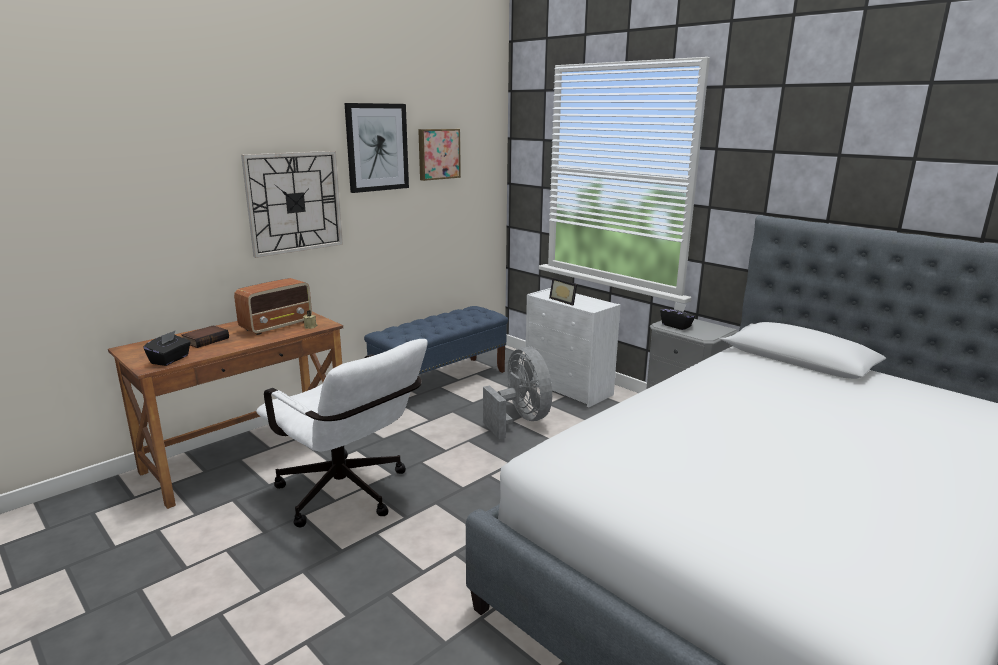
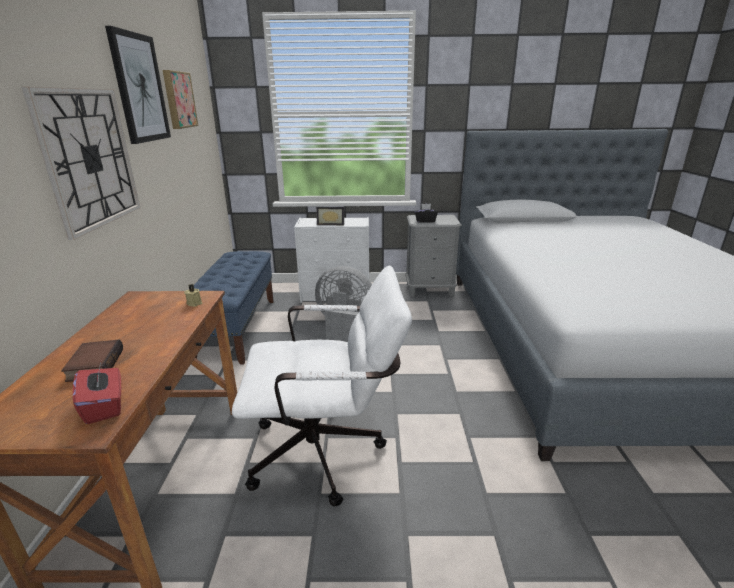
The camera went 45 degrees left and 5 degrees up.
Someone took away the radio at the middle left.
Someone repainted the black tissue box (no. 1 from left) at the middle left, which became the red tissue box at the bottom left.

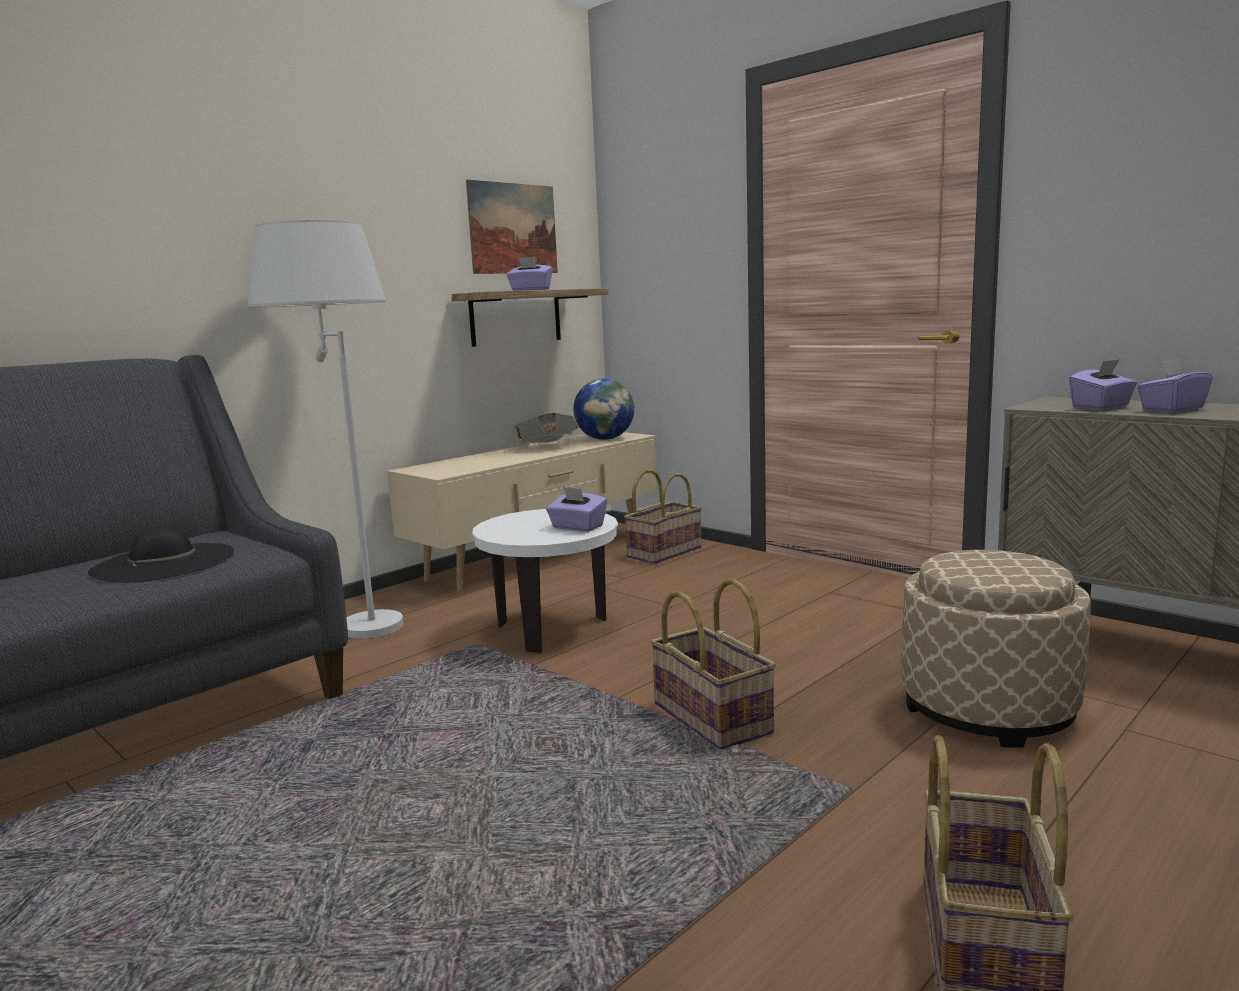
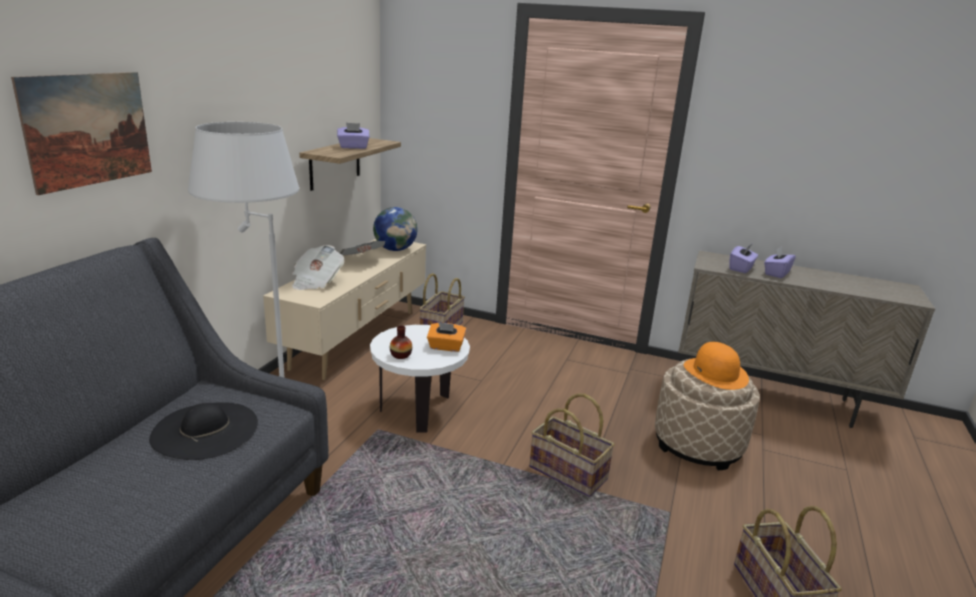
The camera went 25 degrees left and 10 degrees up.
Someone put down the newspaper (no. 1 from left) at the middle left.
Someone put down the vase at the centre.
Someone put down the orange hat at the middle right.
Someone carried the picture from the top centre to the top left.
Someone repainted the purple tissue box (no. 2 from left) at the centre, which became the orange tissue box at the centre.

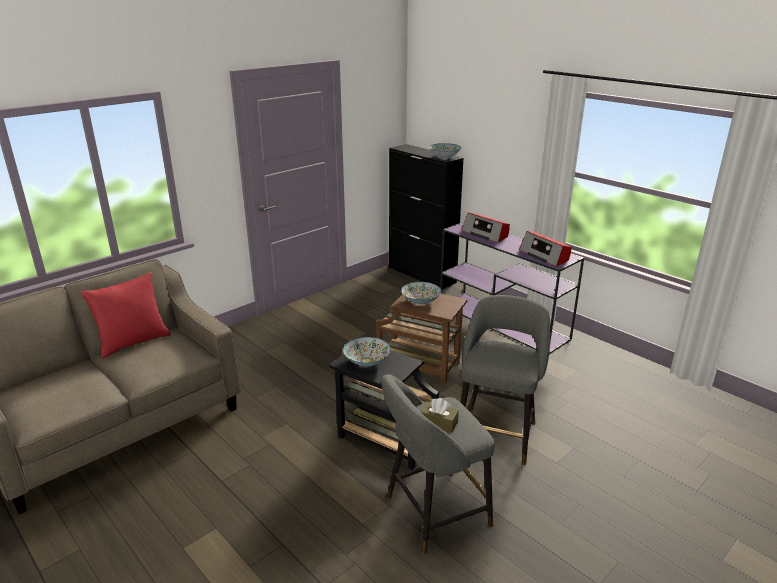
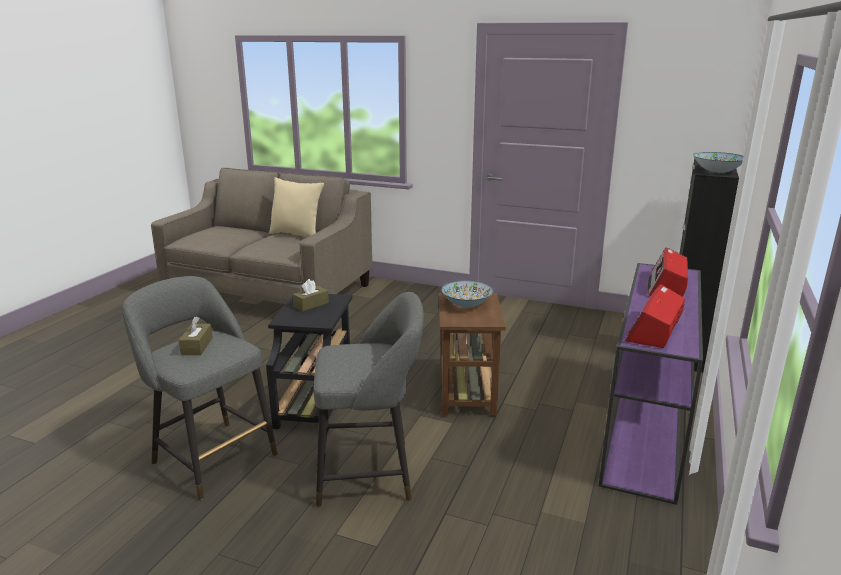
The camera went 65 degrees right and 5 degrees down.
Someone swapped the bowl (no. 1 from left) at the centre for the brown tissue box (no. 2 from left) at the centre.
Someone repainted the red pillow at the middle left, which became the beige pillow at the centre.

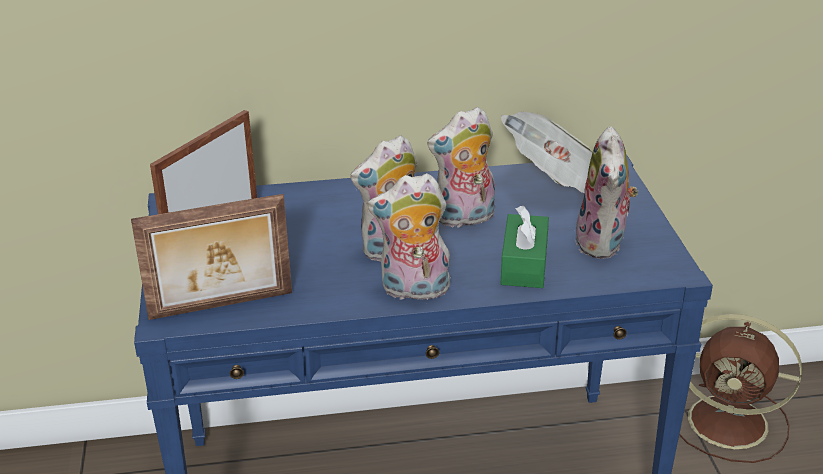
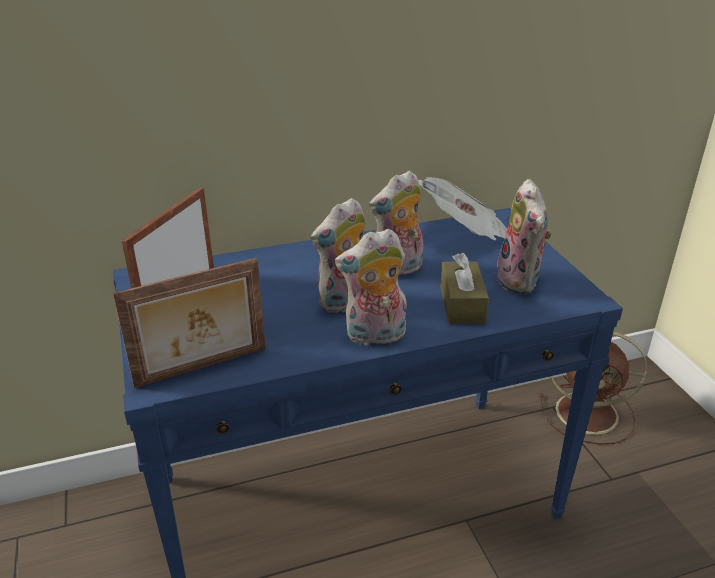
The camera went 10 degrees left and 0 degrees up.
Someone repainted the green tissue box at the centre, which became the brown tissue box at the centre.

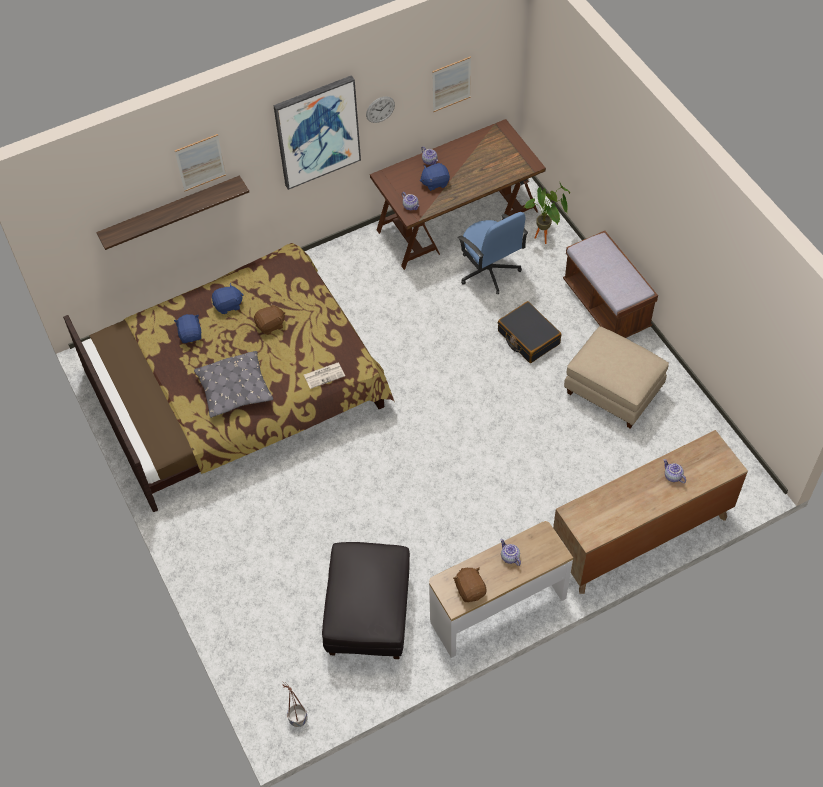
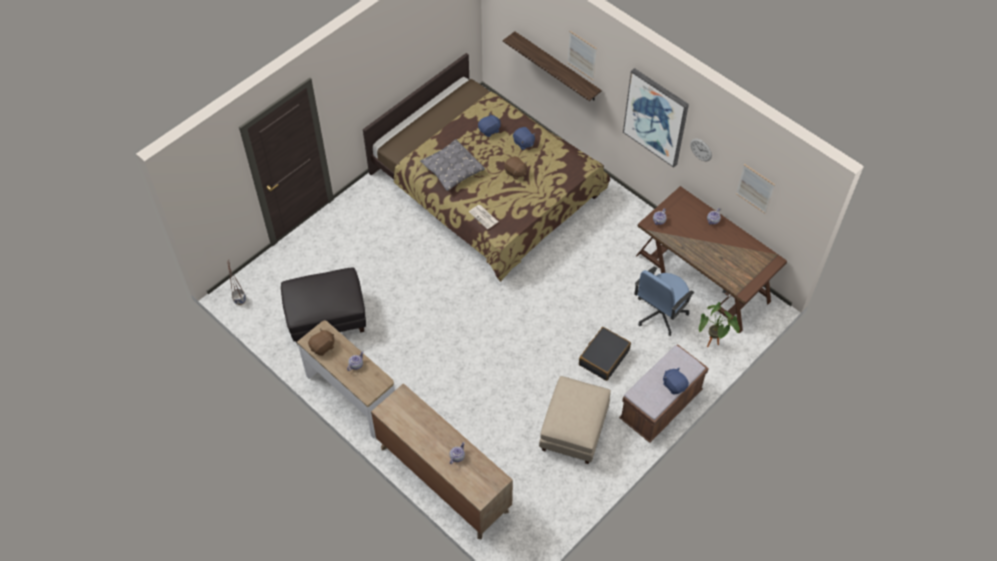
The camera went 70 degrees right and 0 degrees up.
Someone carried the blue plush toy (no. 3 from left) from the top centre to the bottom right.

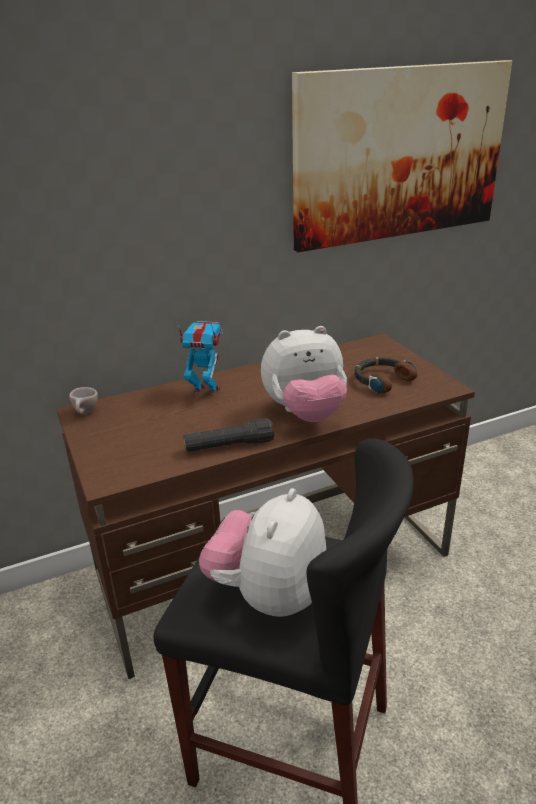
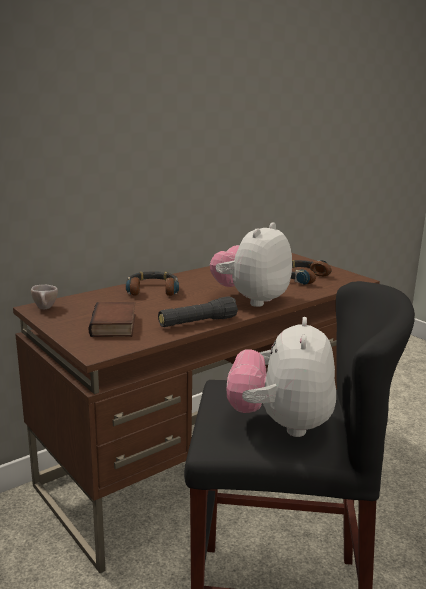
The camera went 15 degrees left and 10 degrees down.
Someone took away the picture at the top right.
Someone put down the book at the middle left.
Someone swapped the toy robot at the centre for the headphones (no. 1 from left) at the centre.
Someone rotated the plush toy (no. 2 from left in the first image) at the centre by 150 degrees clockwise.

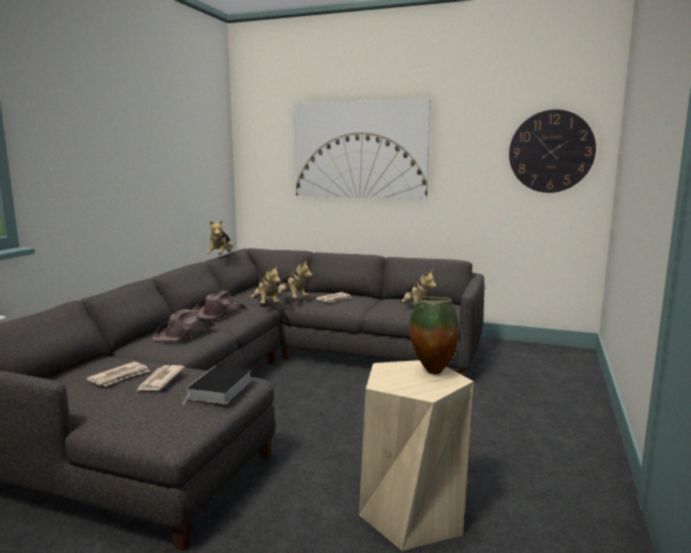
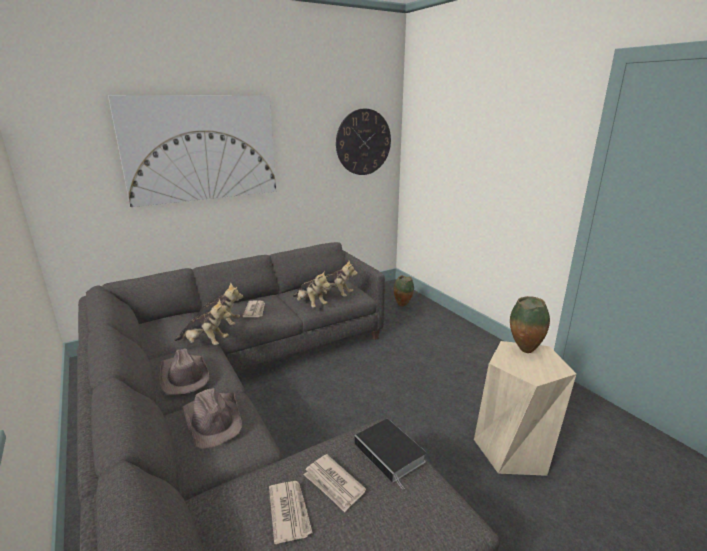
The camera went 50 degrees left and 10 degrees up.
Someone put down the vase (no. 1 from left) at the centre.
Someone carried the plush toy (no. 1 from left in the first image) from the middle left to the centre.

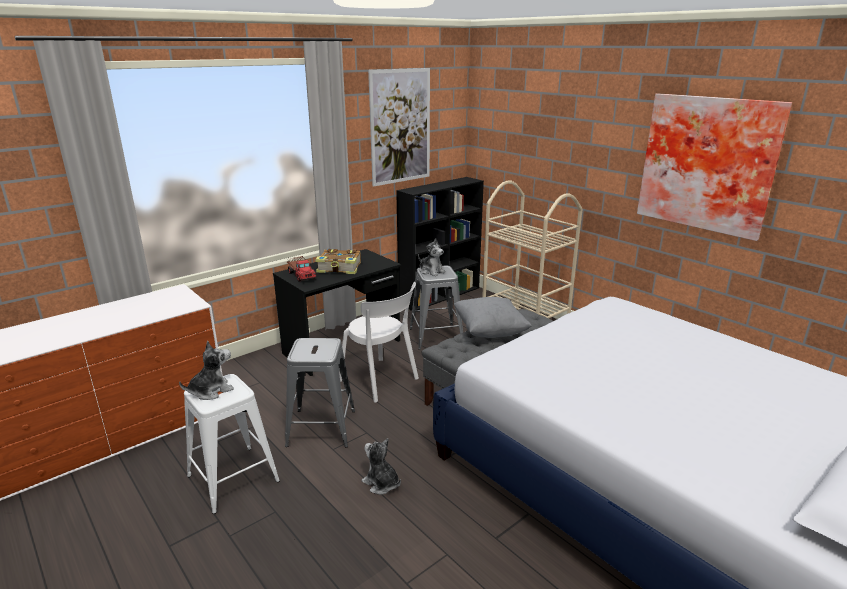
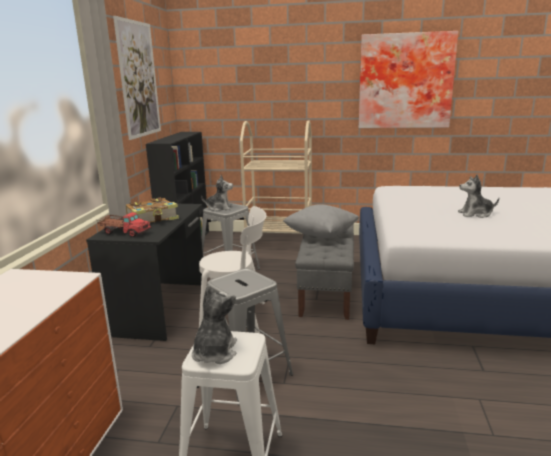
The camera went 40 degrees left and 5 degrees down.
Someone carried the plush toy (no. 2 from left in the first image) from the bottom centre to the middle right.

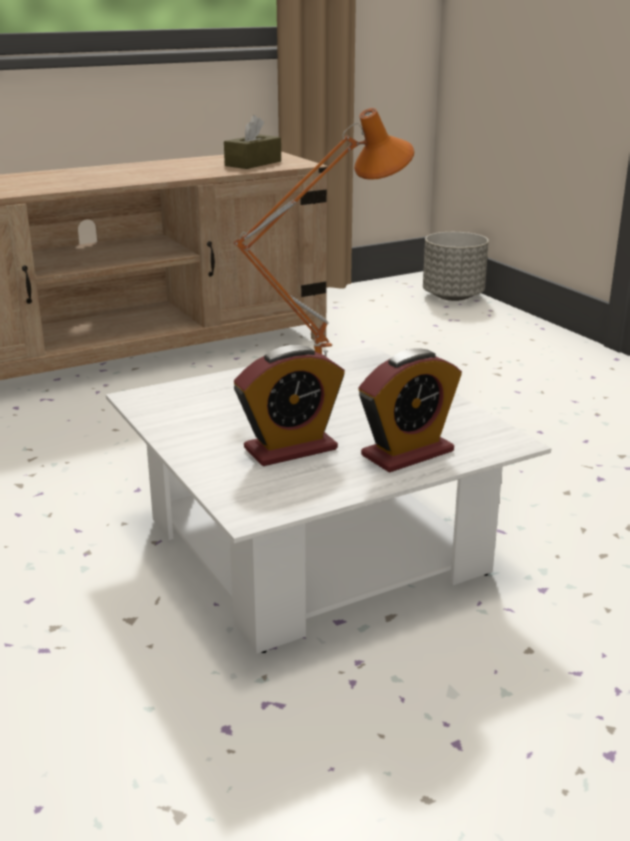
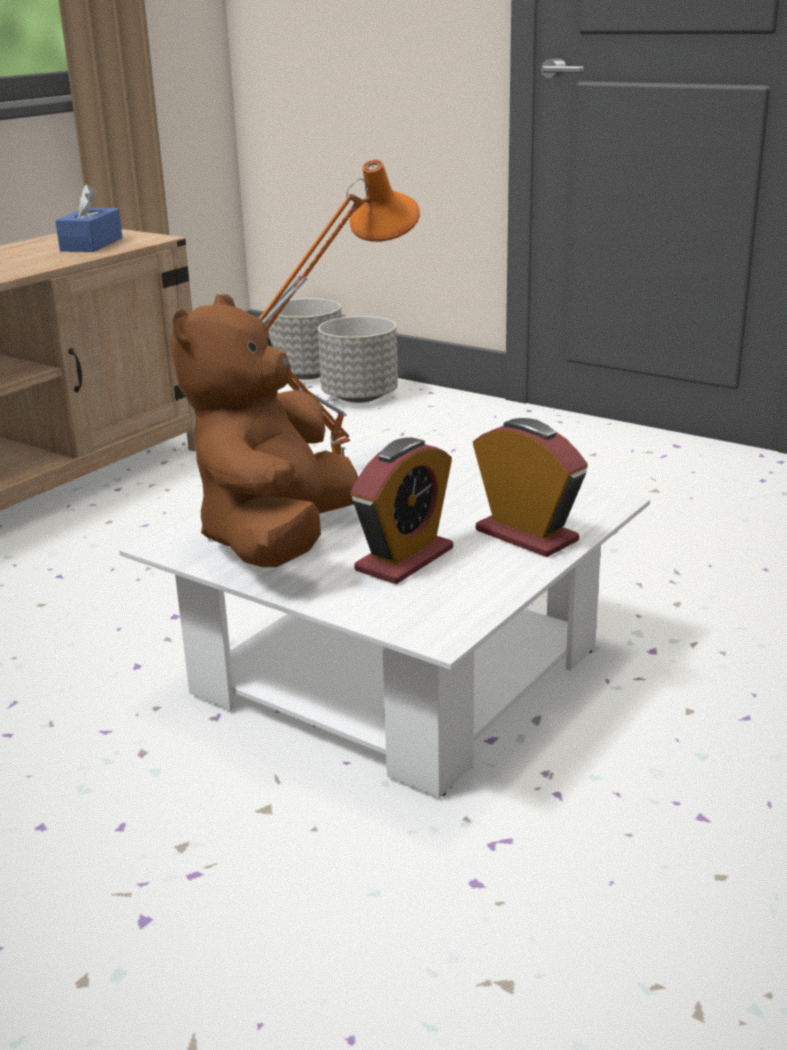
The camera went 25 degrees left and 0 degrees up.
Someone put down the brown plush toy at the centre.
Someone put down the grey planter (no. 2 from left) at the centre.
Someone repainted the brown tissue box at the top centre, which became the blue tissue box at the top left.
Someone rotated the alarm clock (no. 2 from left) at the centre by 75 degrees counterclockwise.

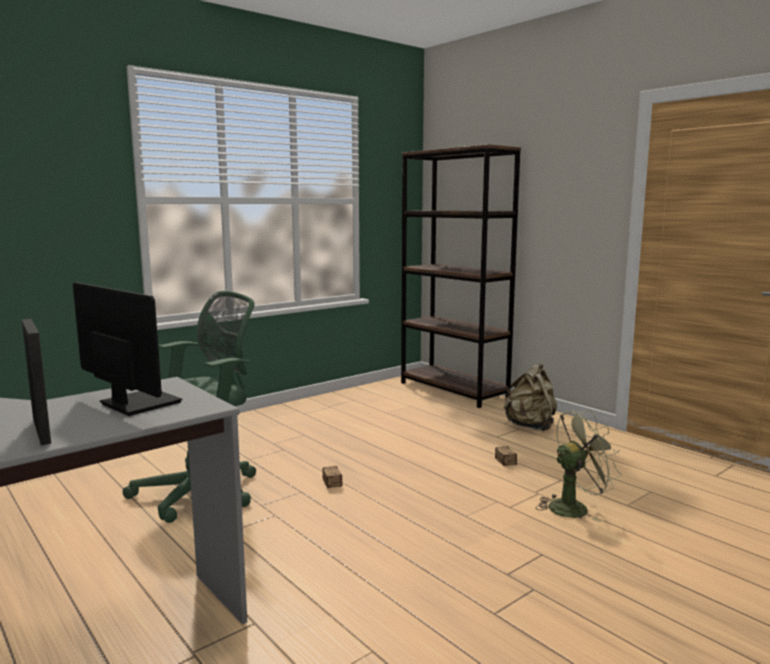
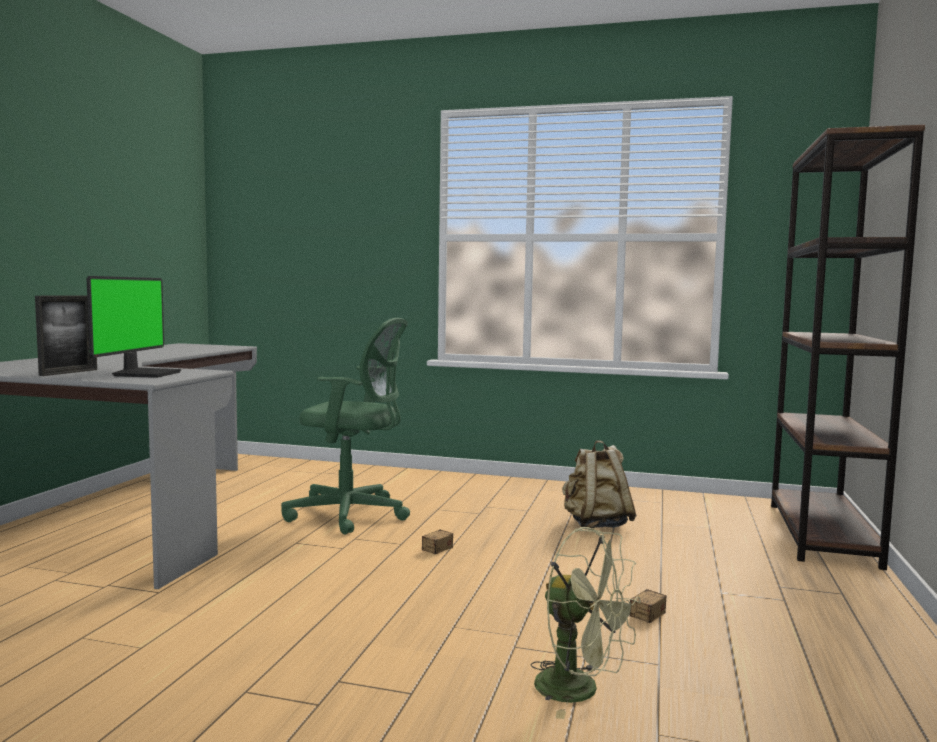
The camera went 55 degrees right and 5 degrees down.
Someone carried the beige backpack from the middle right to the centre.

